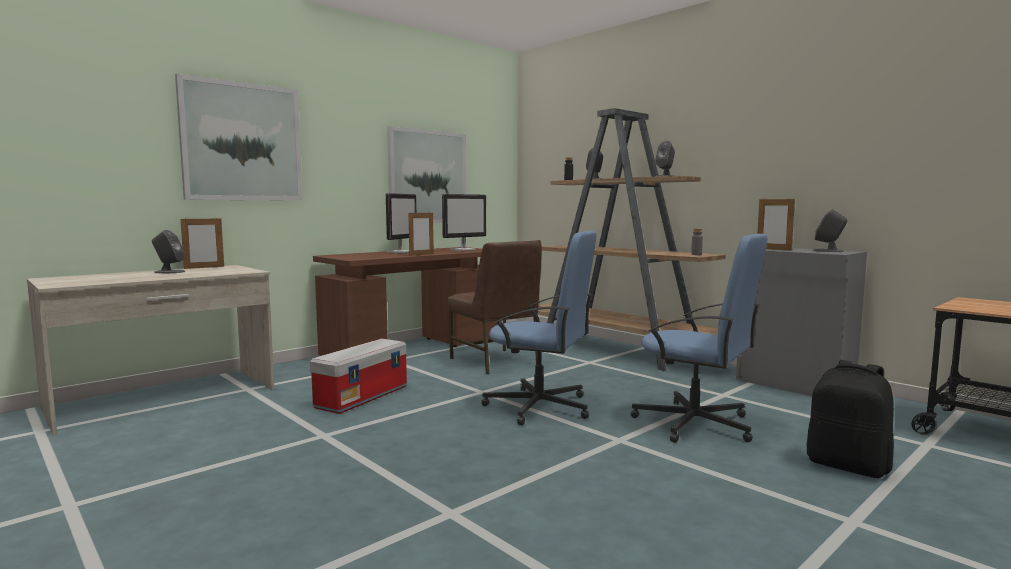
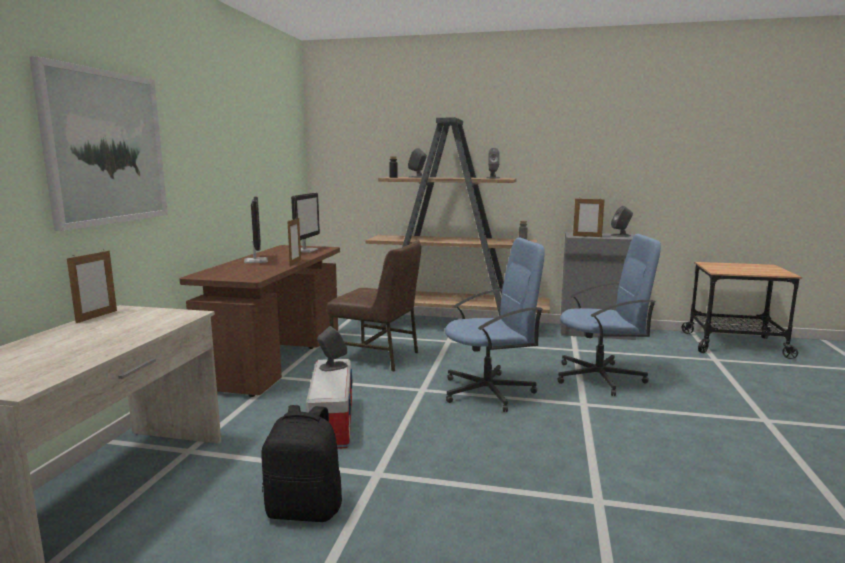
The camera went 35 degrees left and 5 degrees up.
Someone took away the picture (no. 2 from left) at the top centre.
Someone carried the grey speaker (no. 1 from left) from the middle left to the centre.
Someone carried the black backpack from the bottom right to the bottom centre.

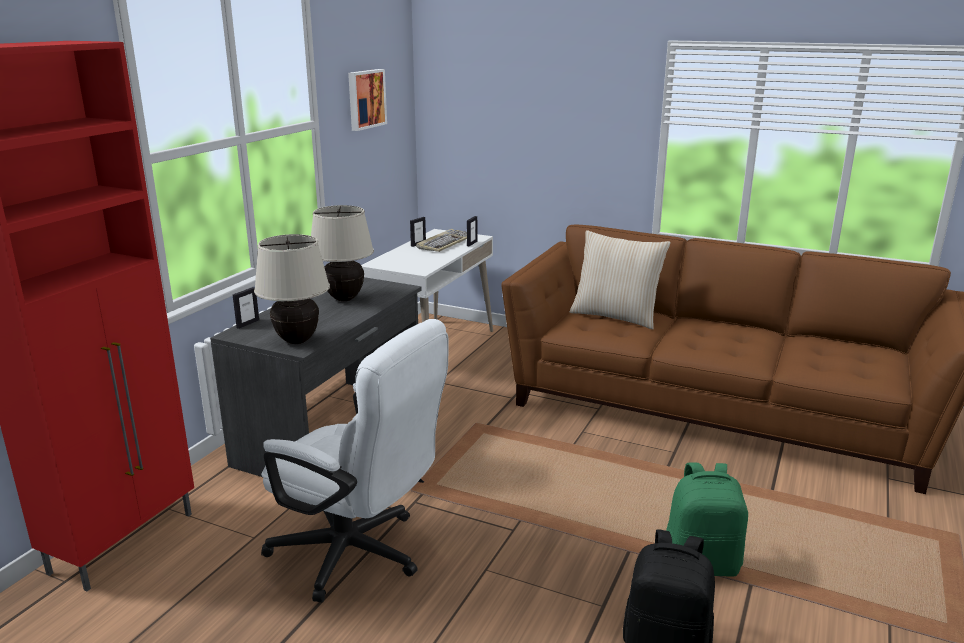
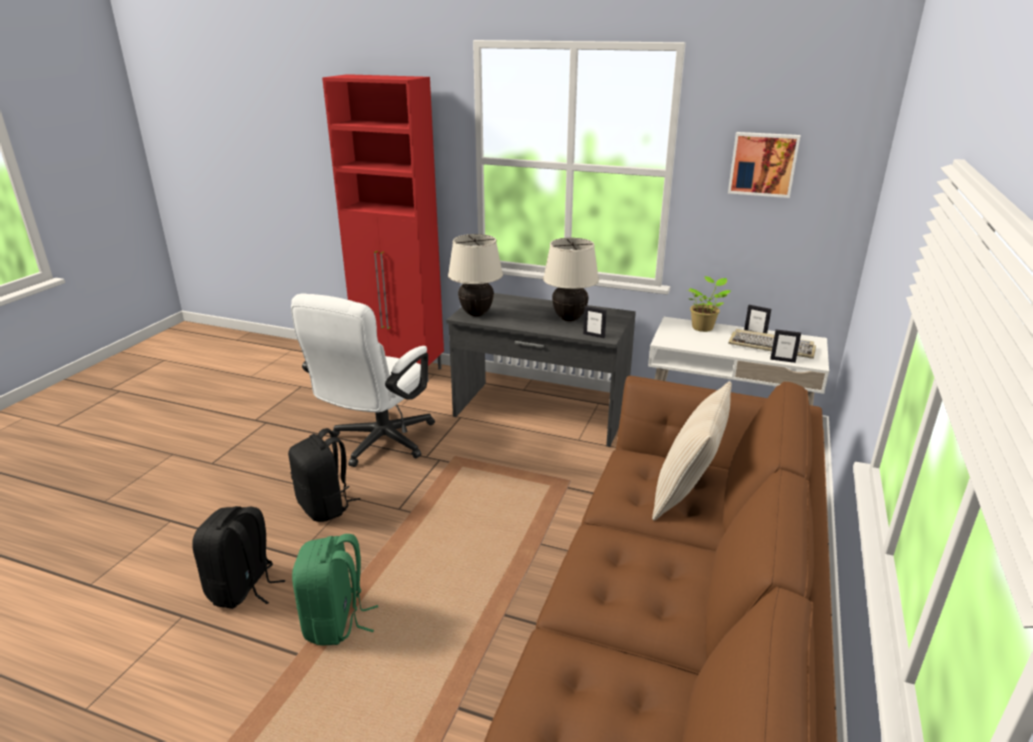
The camera went 85 degrees right and 5 degrees up.
Someone put down the black backpack (no. 2 from left) at the middle left.
Someone put down the potted plant at the middle right.
Someone carried the picture frame (no. 1 from left) from the middle left to the centre.

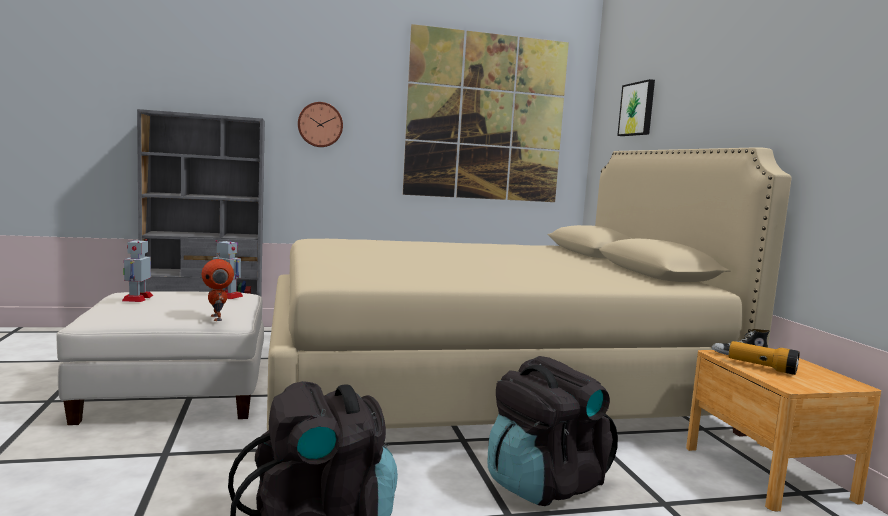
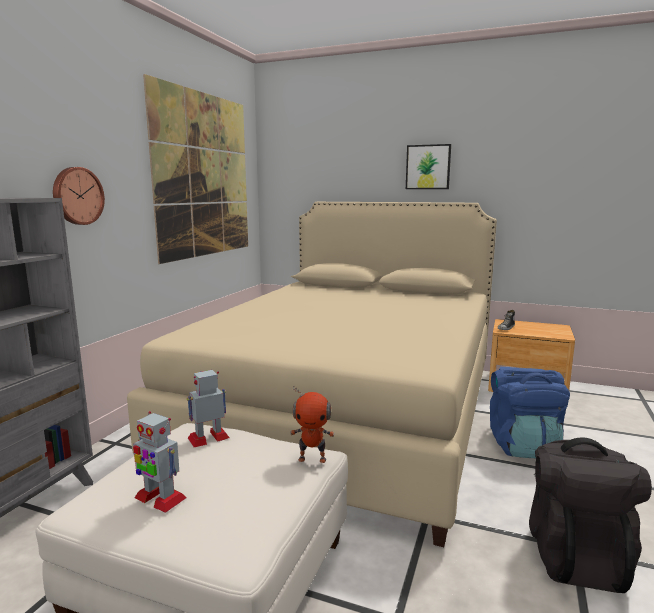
The camera went 55 degrees left and 5 degrees up.
Someone took away the flashlight at the bottom right.
Someone carried the picture (no. 2 from left) from the top right to the top centre.
Someone repainted the black backpack (no. 2 from left) at the bottom centre, which became the blue backpack at the bottom right.

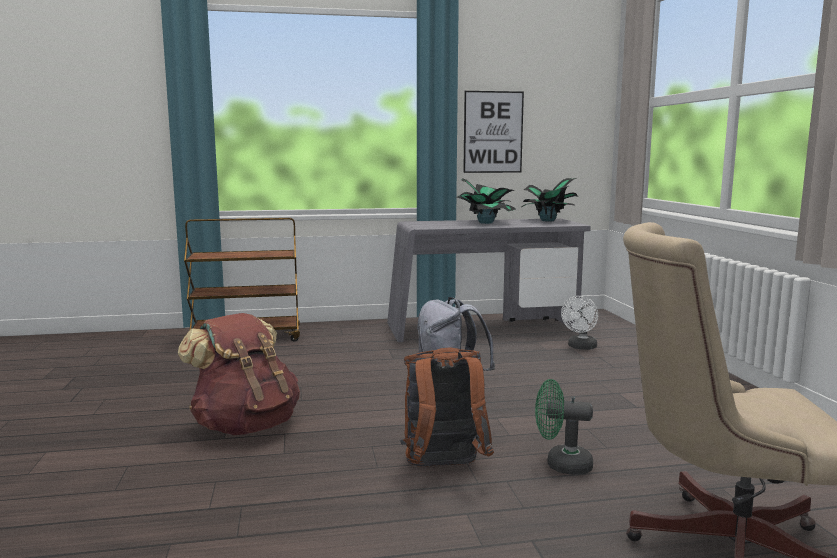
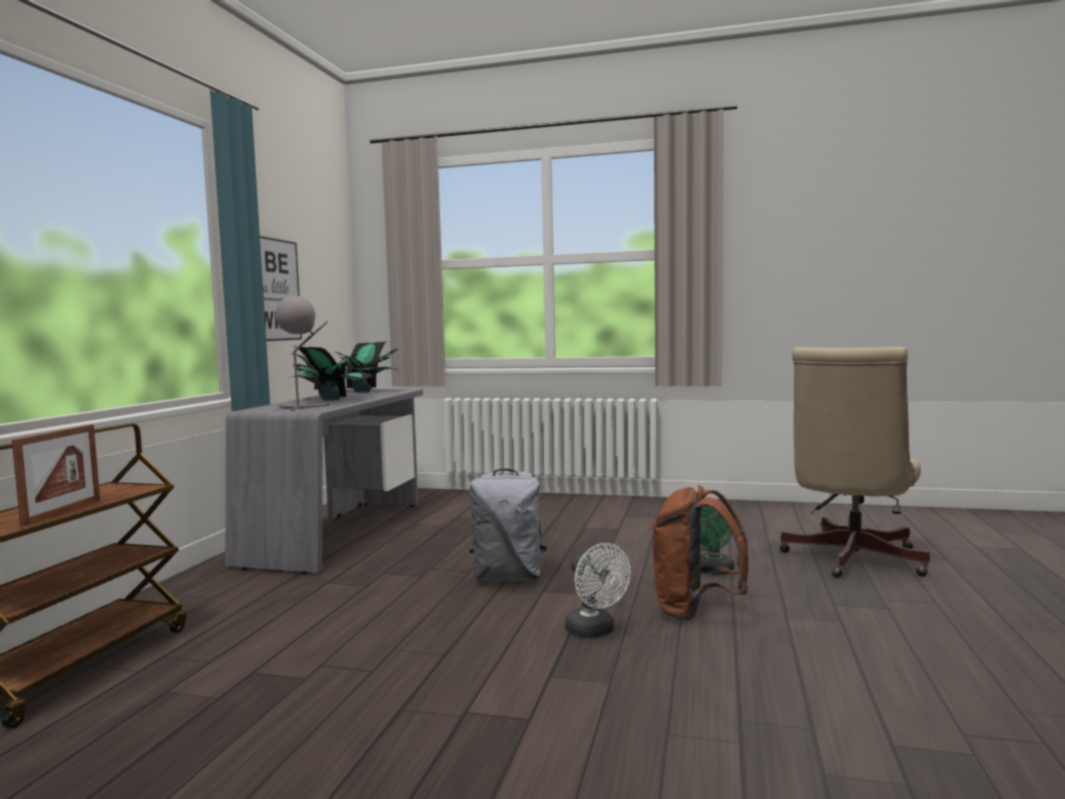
The camera went 65 degrees left and 5 degrees down.
Someone took away the brown backpack (no. 1 from left) at the bottom left.
Someone put down the picture frame at the middle left.
Someone put down the grey table lamp at the middle left.
Someone carried the white fan from the middle right to the bottom centre.

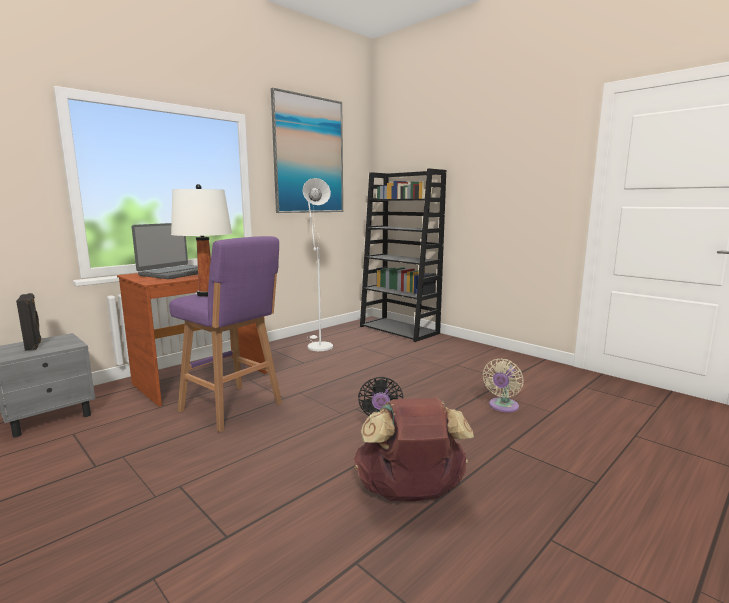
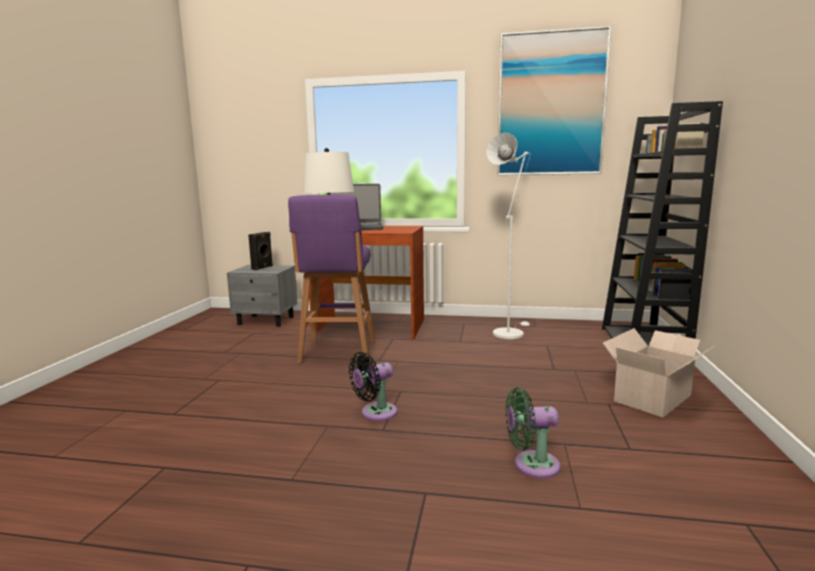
The camera went 55 degrees right and 0 degrees up.
Someone took away the brown backpack at the bottom centre.
Someone put down the cardboard box at the middle right.
Someone repainted the beige fan at the middle right, which became the green fan at the bottom centre.

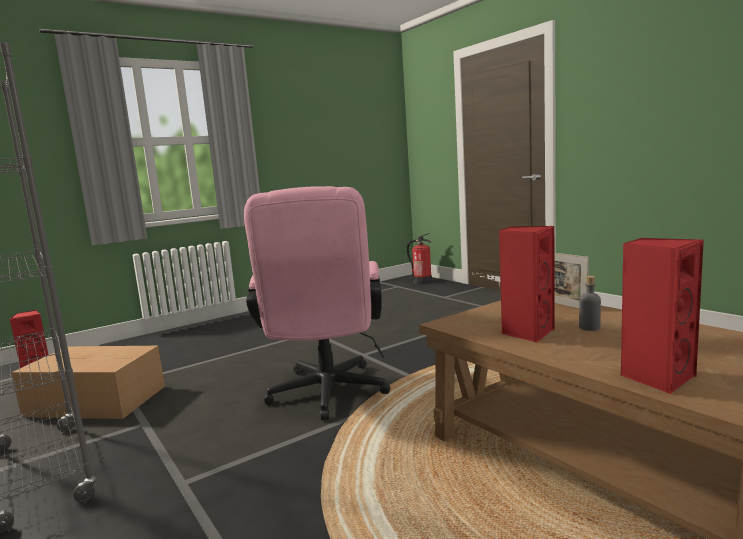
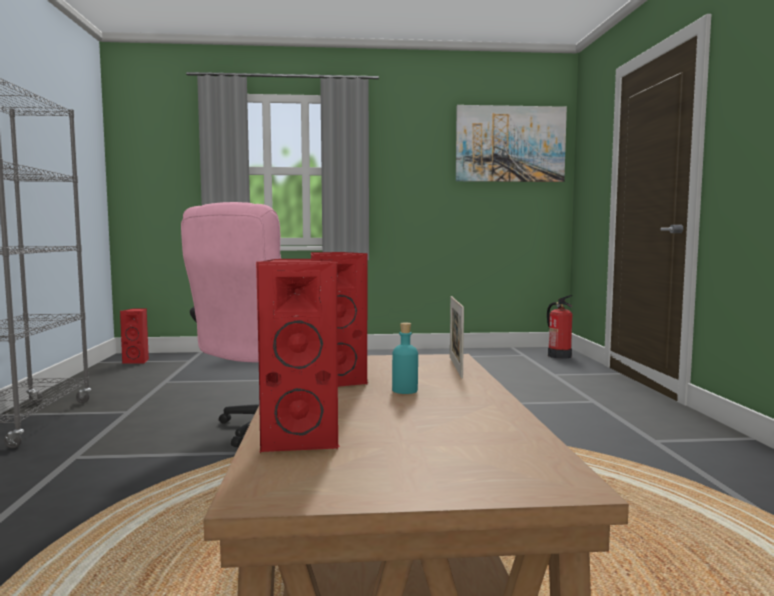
The camera went 30 degrees right and 5 degrees down.
Someone took away the cardboard box at the bottom left.
Someone put up the picture at the top centre.
Someone repainted the grey bottle at the middle right, which became the turquoise bottle at the centre.

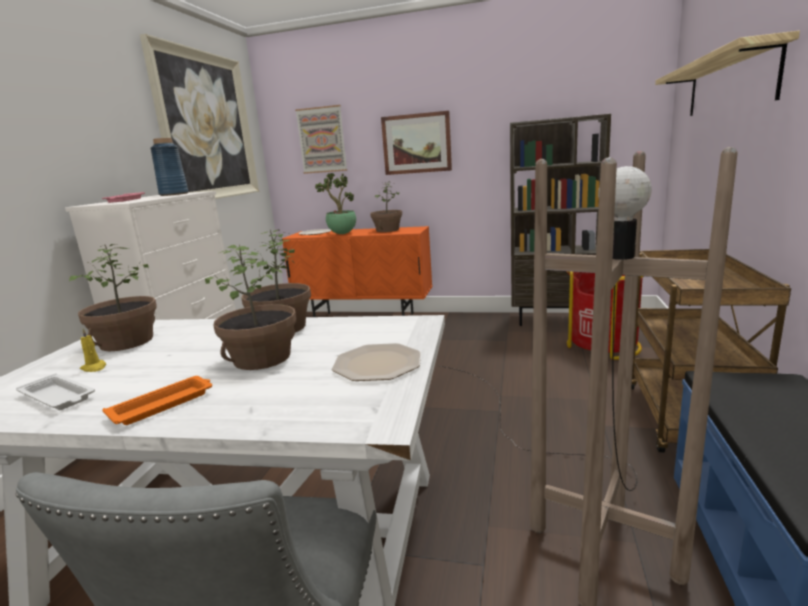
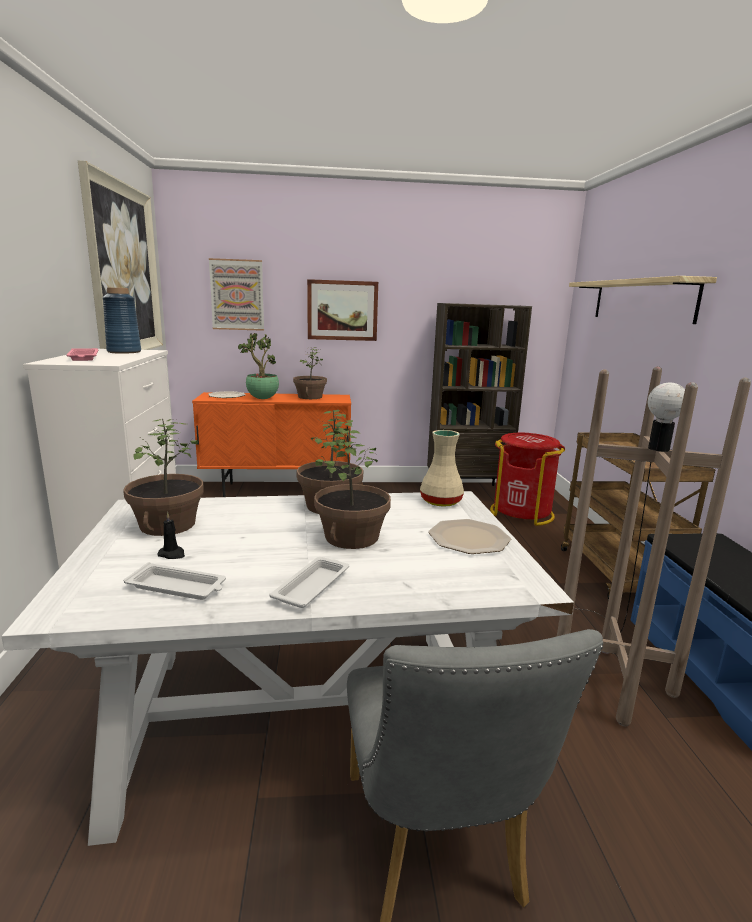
The camera went 20 degrees left and 0 degrees up.
Someone put down the beige vase at the centre.
Someone repainted the yellow candle at the middle left, which became the black candle at the middle left.
Someone repainted the orange tray at the middle left, which became the white tray (no. 2 from left) at the centre.

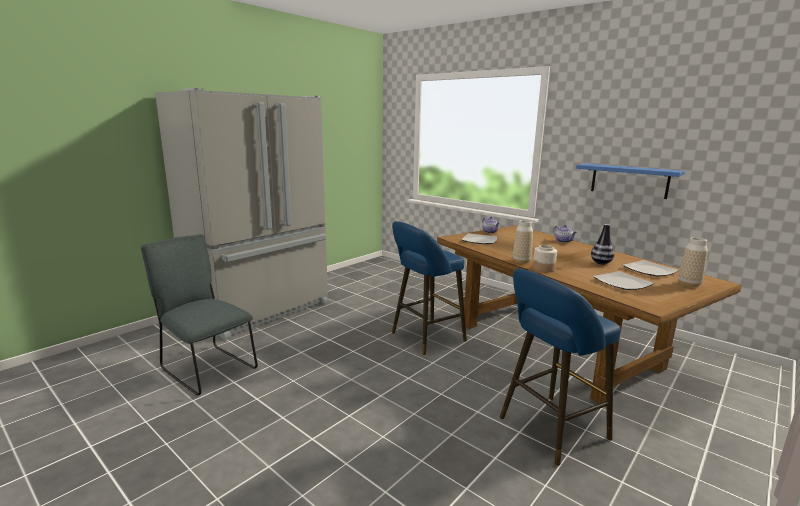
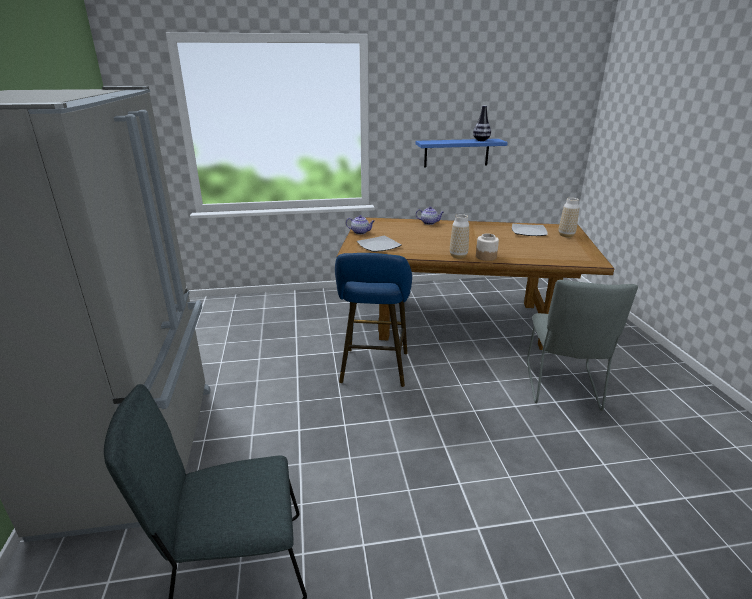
The camera went 50 degrees left and 10 degrees up.
Someone took away the plate (no. 2 from left) at the middle right.
Someone carried the vase (no. 2 from left) from the middle right to the top centre.
Someone swapped the blue stool (no. 2 from left) at the bottom right for the grey chair (no. 2 from left) at the middle right.

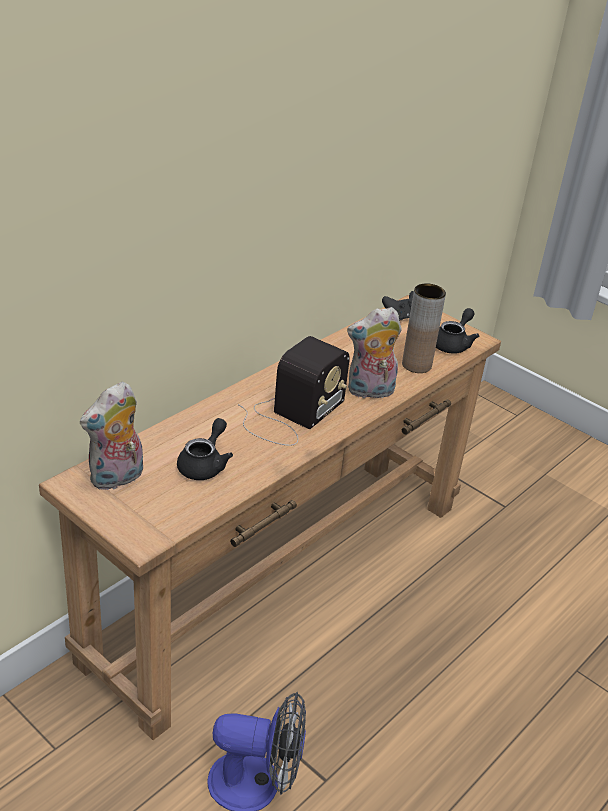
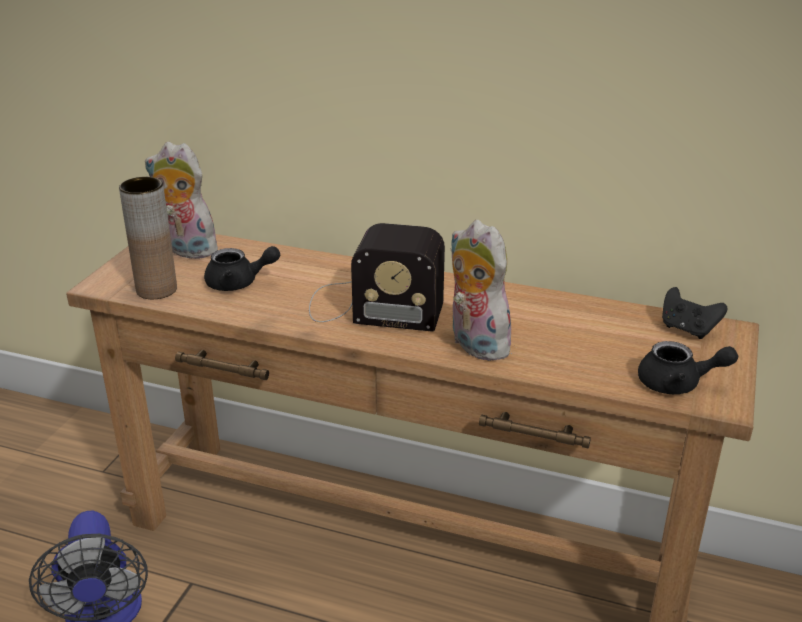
The camera went 70 degrees right and 5 degrees down.
Someone carried the brown vase from the middle right to the middle left.

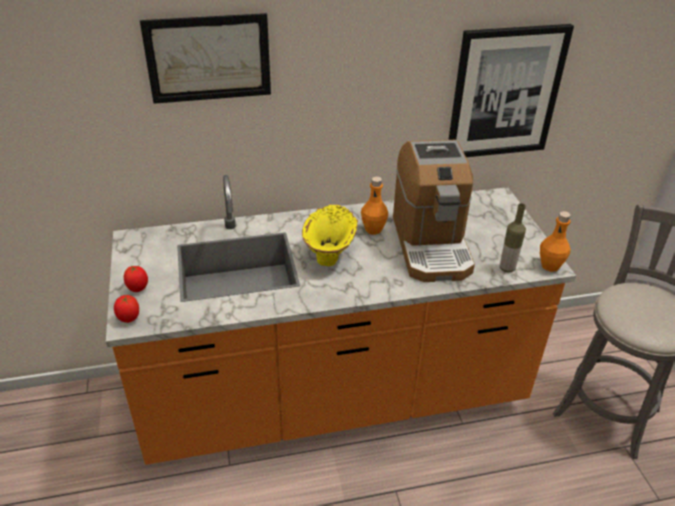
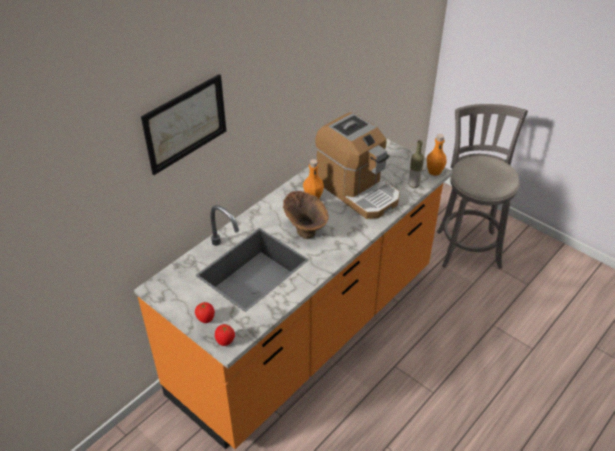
The camera went 35 degrees left and 5 degrees up.
Someone took away the picture (no. 2 from left) at the top right.
Someone repainted the yellow vase at the centre, which became the brown vase at the centre.

